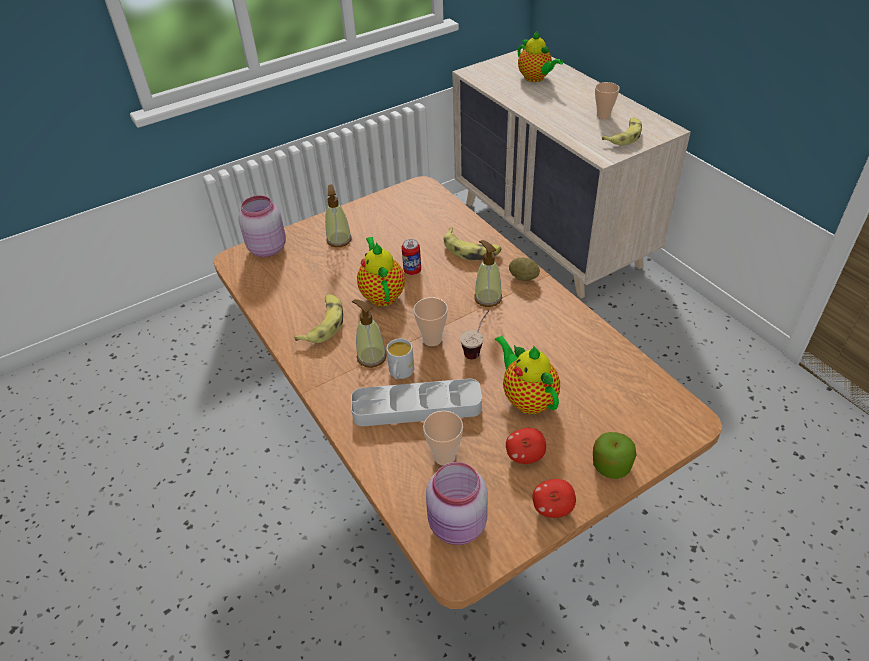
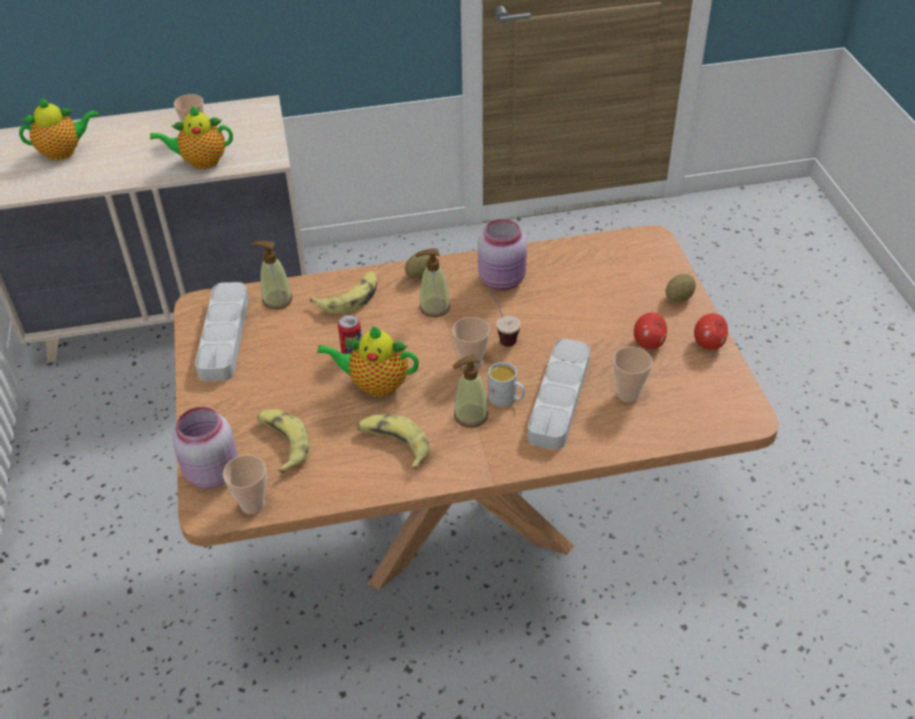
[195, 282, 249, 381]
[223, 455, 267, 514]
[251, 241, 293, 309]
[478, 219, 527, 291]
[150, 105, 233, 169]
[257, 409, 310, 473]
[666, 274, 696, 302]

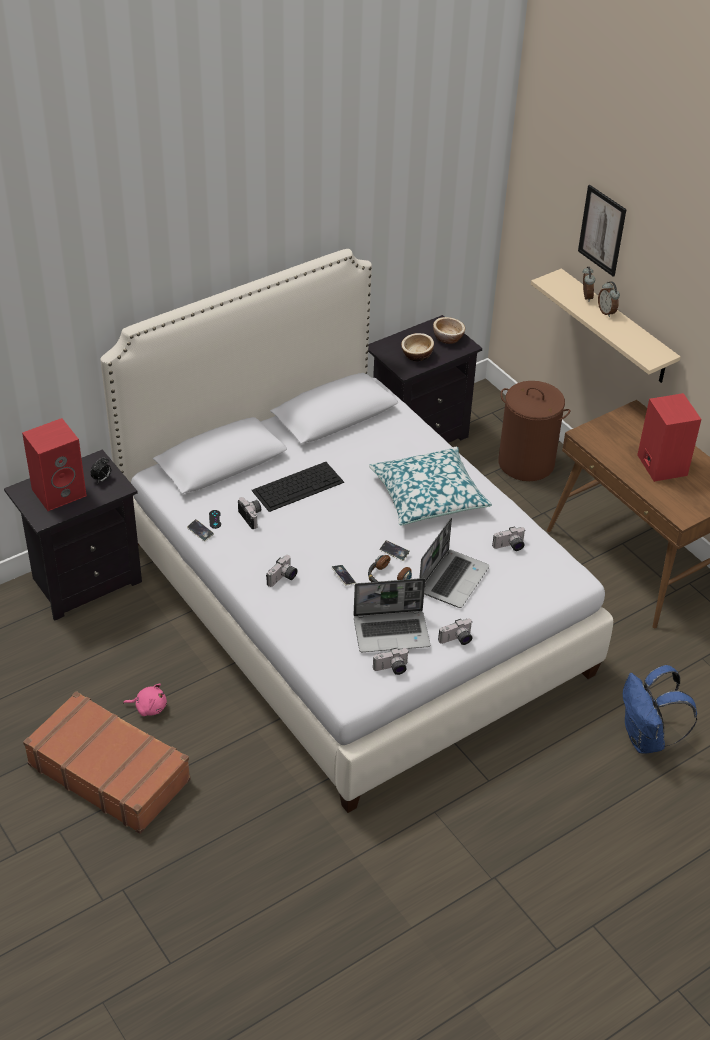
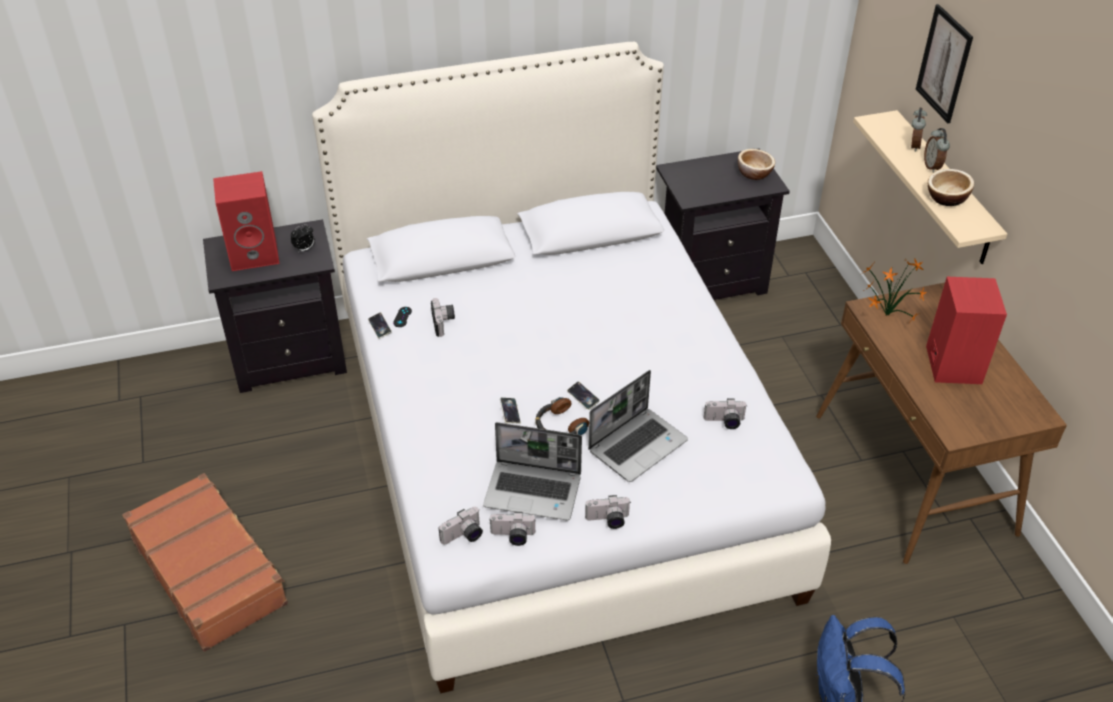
[123, 684, 167, 716] (first image)
[252, 462, 344, 512] (first image)
[369, 447, 492, 525] (first image)
[498, 381, 570, 481] (first image)
[863, 259, 927, 324]
[439, 507, 483, 545]
[928, 169, 974, 206]

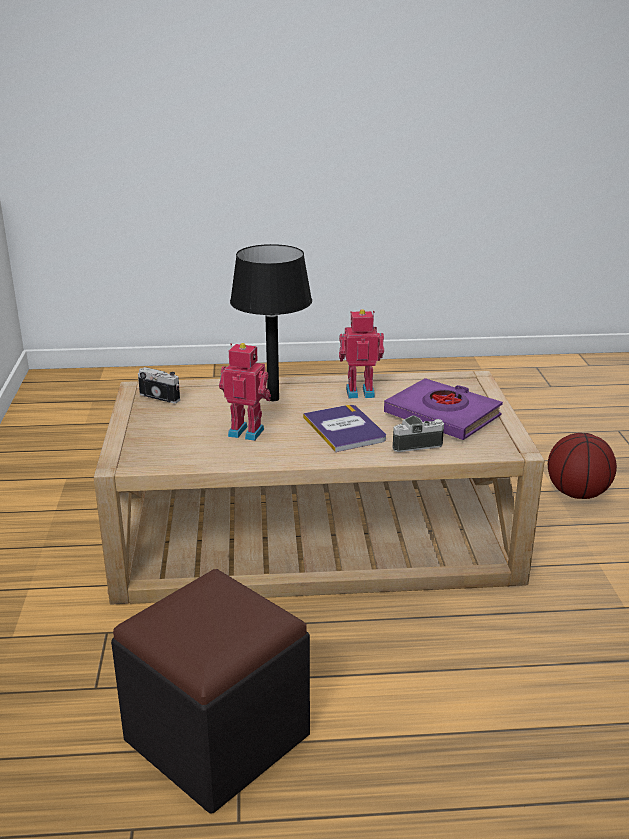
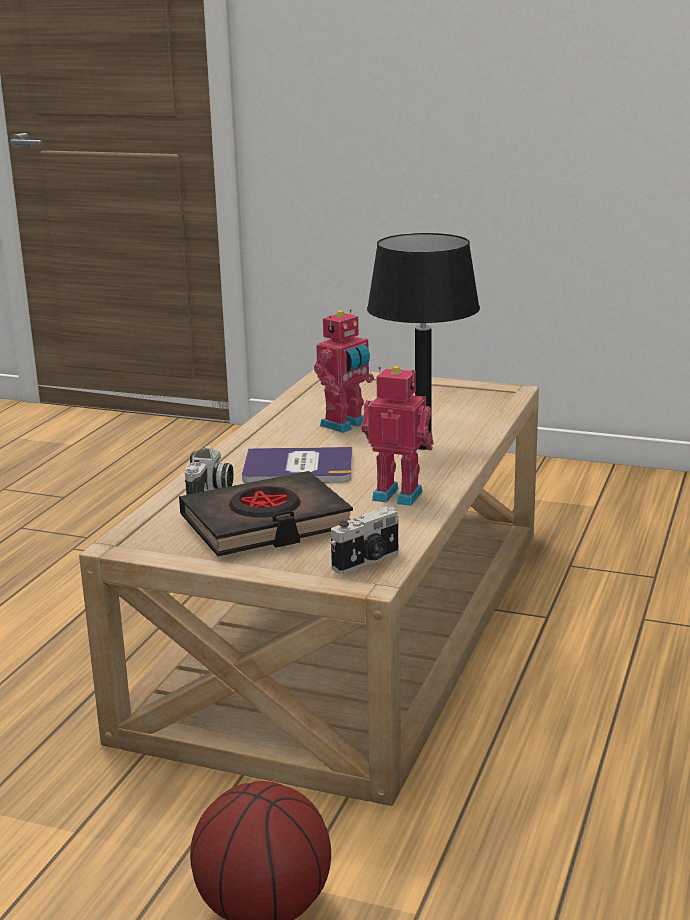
[111, 569, 310, 814] (first image)
[331, 507, 399, 574]
[179, 471, 353, 556]
[361, 366, 433, 506]

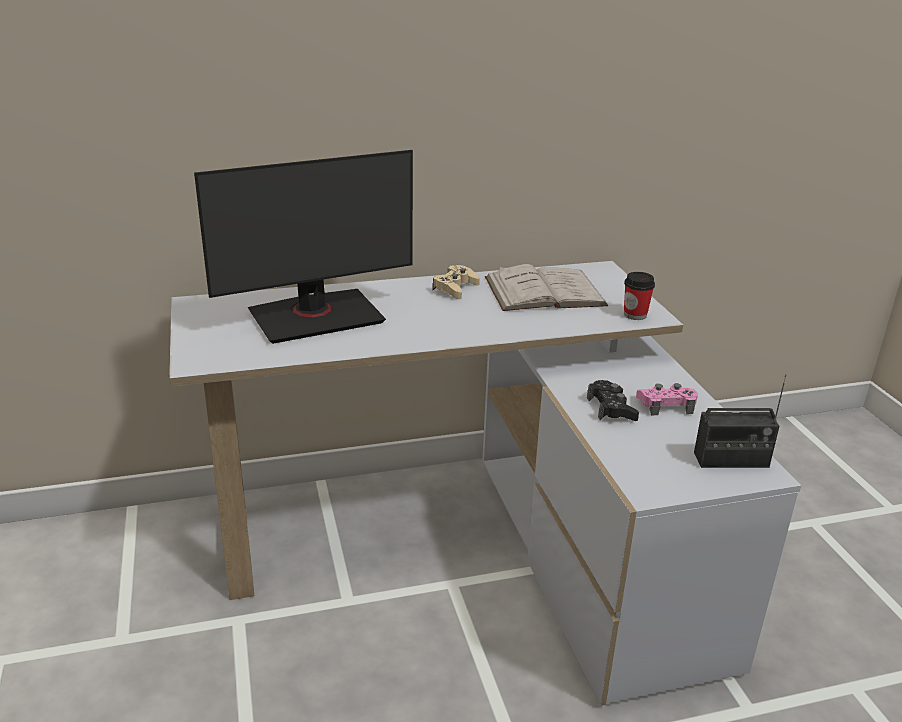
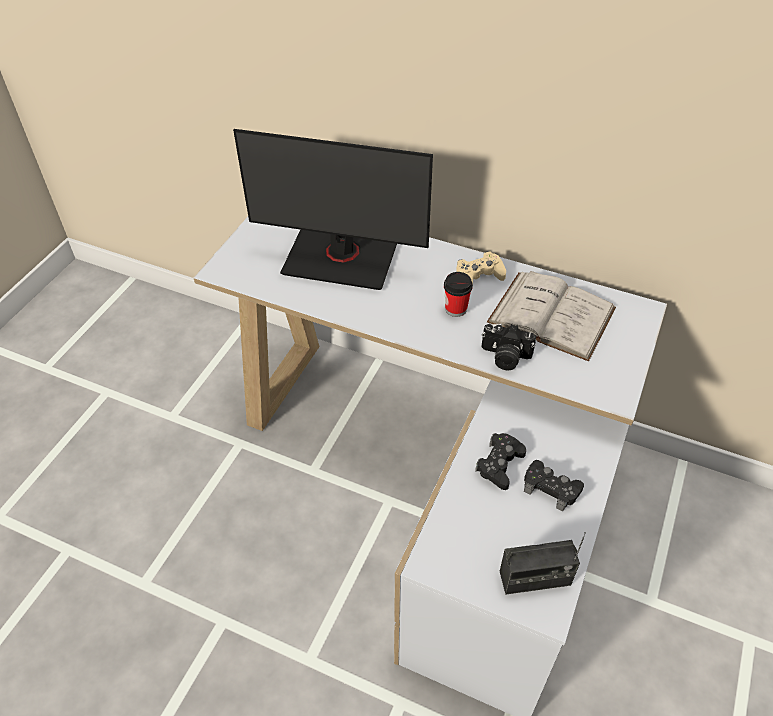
[482, 324, 536, 370]
[444, 272, 473, 317]
[524, 460, 584, 512]
[500, 532, 586, 594]

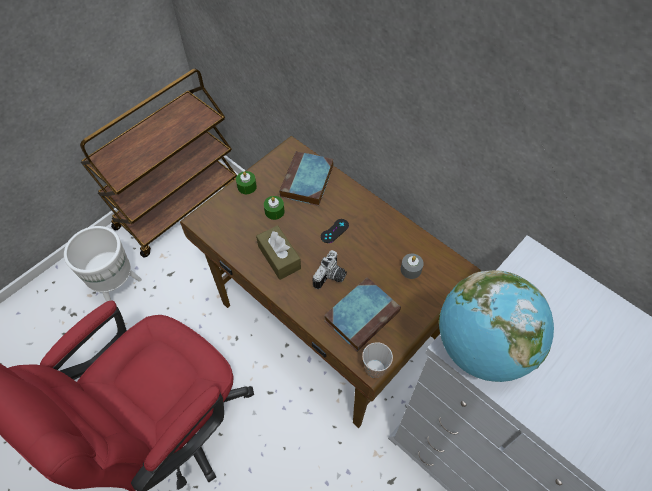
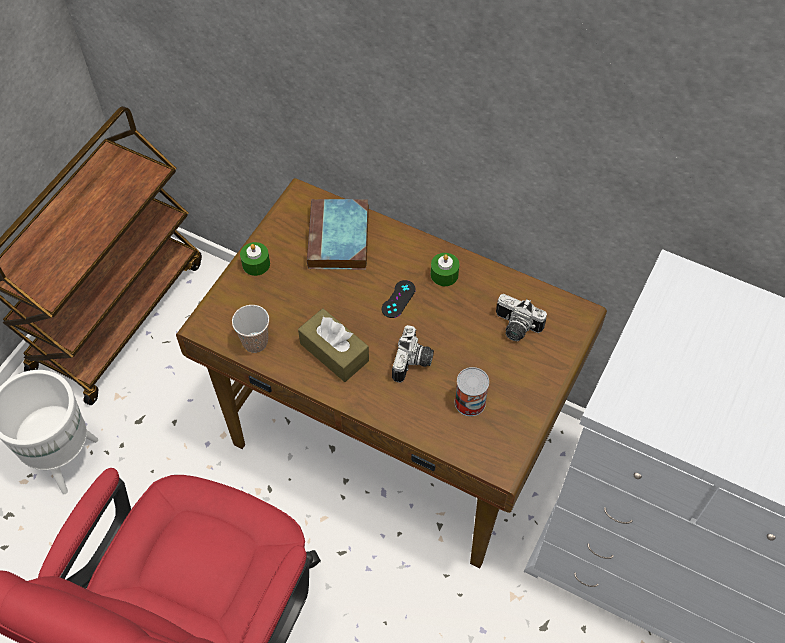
[439, 270, 554, 382] (first image)
[431, 253, 459, 286]
[232, 305, 269, 353]
[454, 367, 489, 416]
[496, 294, 547, 341]

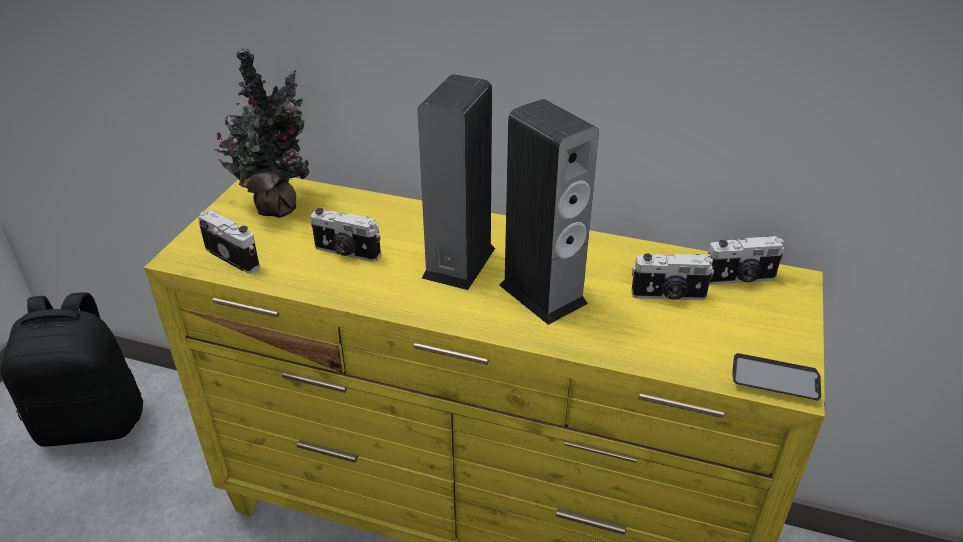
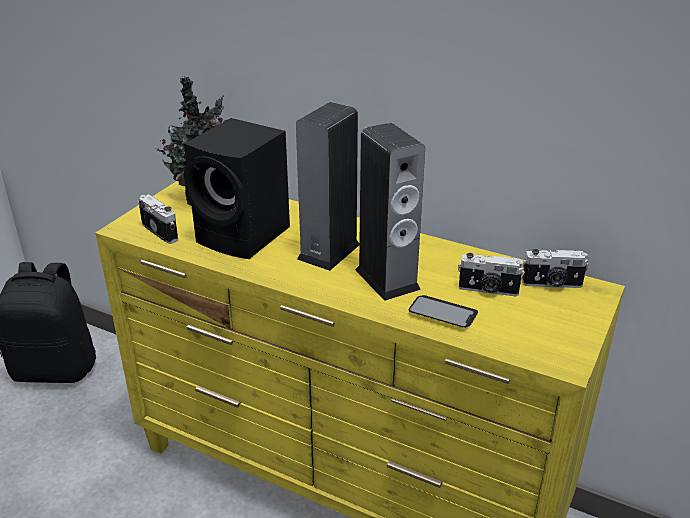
[408, 295, 478, 328]
[184, 118, 290, 259]

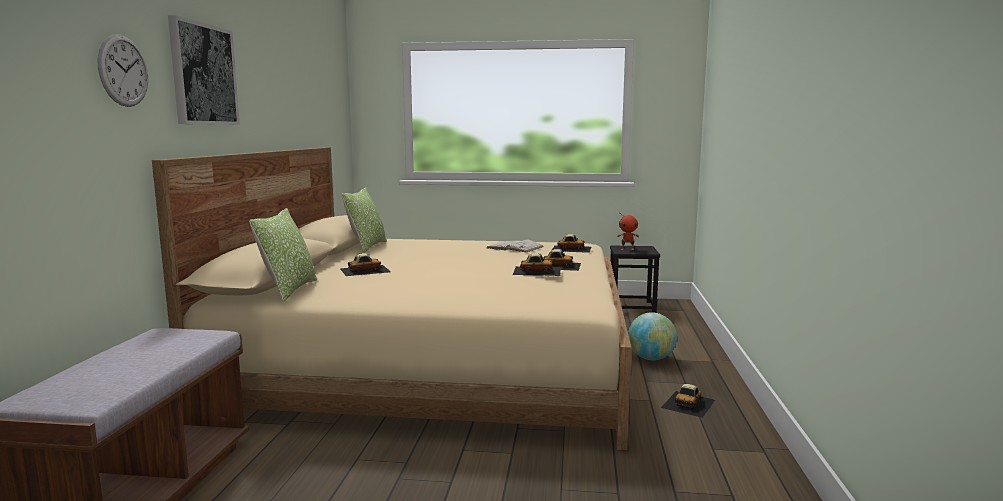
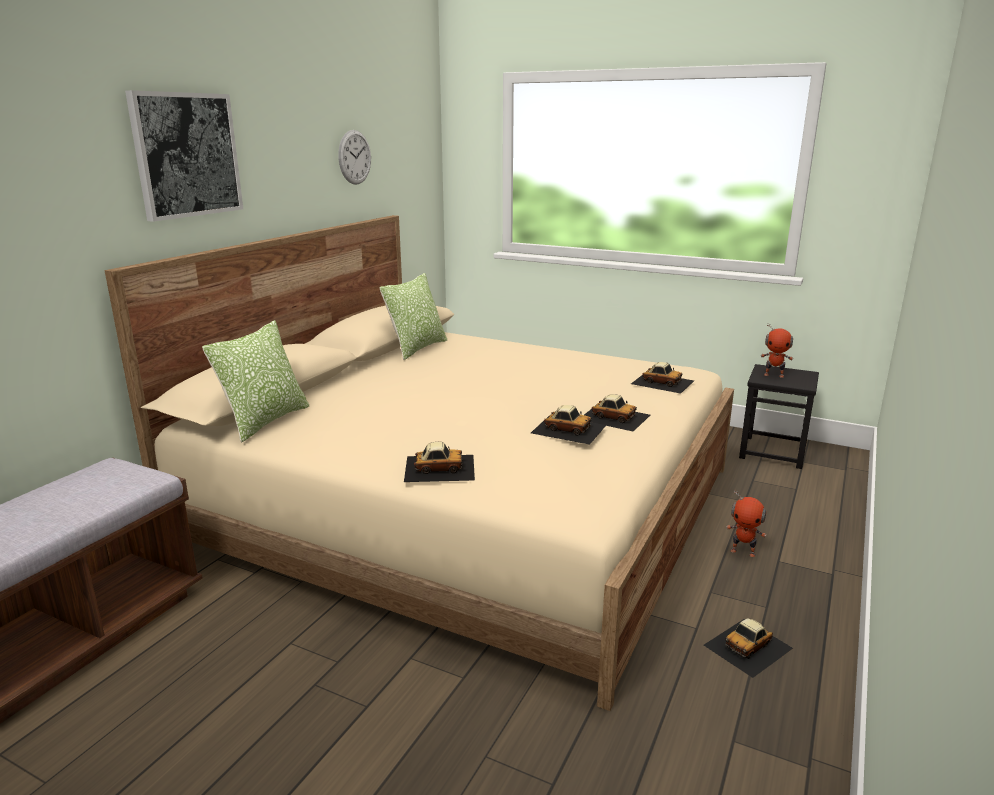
[487, 240, 544, 253] (first image)
[338, 130, 371, 185]
[404, 442, 475, 482]
[726, 489, 766, 557]

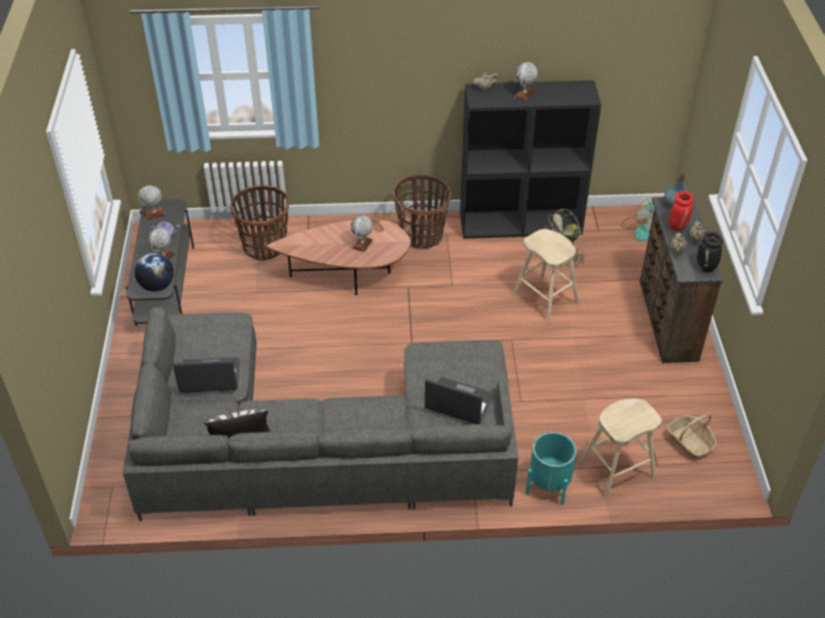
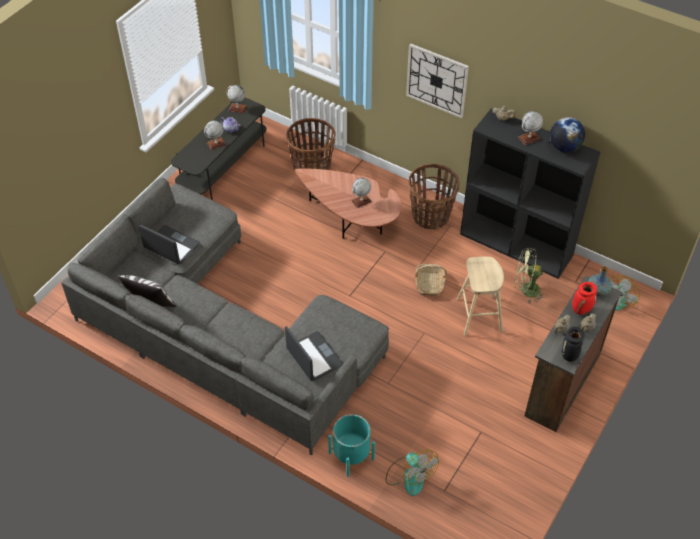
[406, 43, 469, 118]
[550, 117, 585, 153]
[415, 264, 447, 296]
[386, 449, 439, 496]

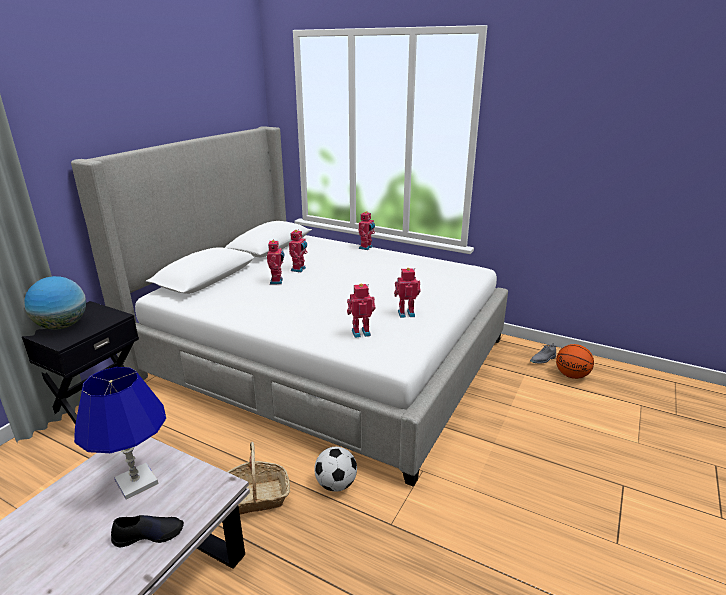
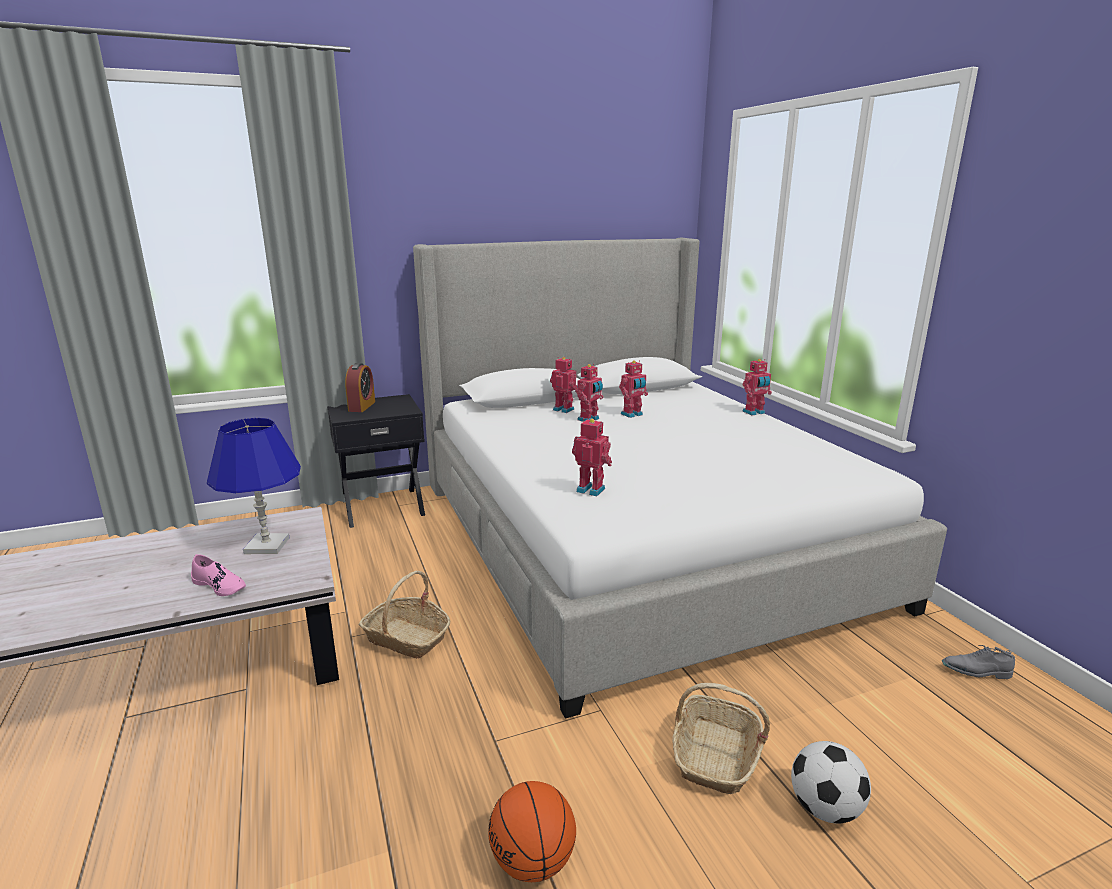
[672, 683, 770, 794]
[791, 741, 871, 823]
[550, 357, 577, 413]
[488, 781, 576, 882]
[345, 363, 375, 412]
[191, 554, 246, 596]

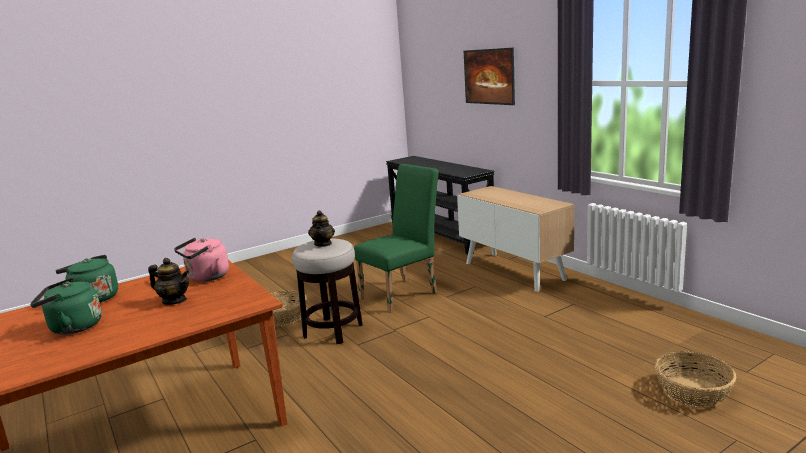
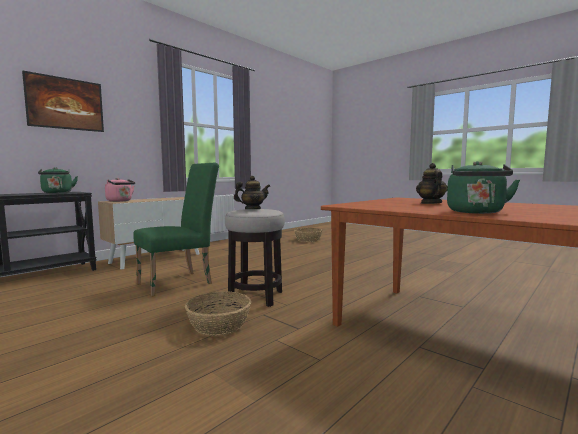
[38, 167, 78, 193]
[105, 178, 135, 202]
[133, 163, 219, 297]

